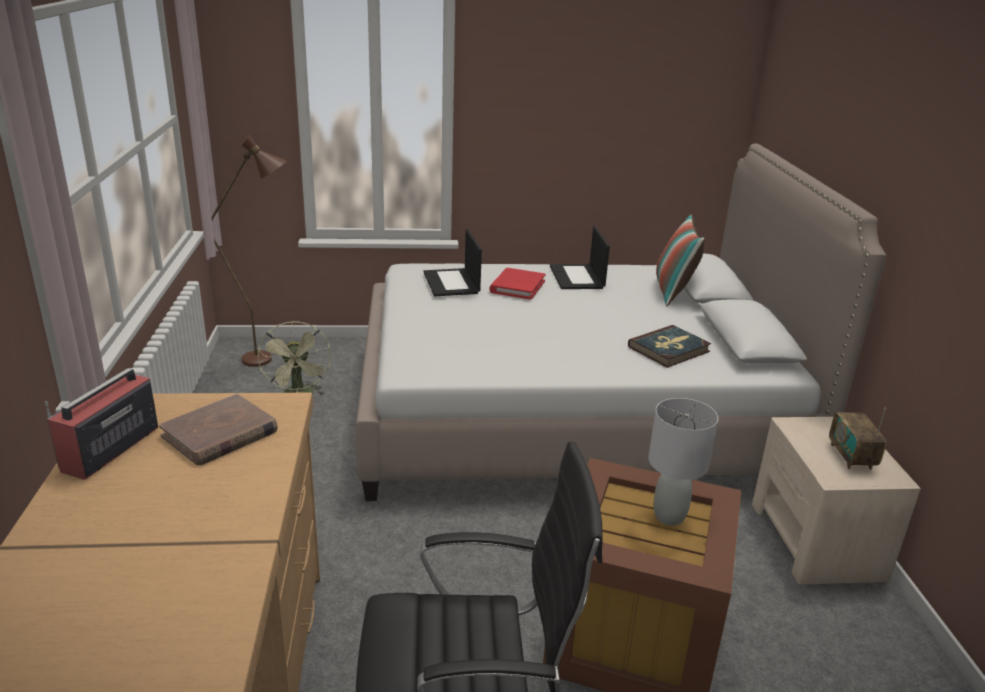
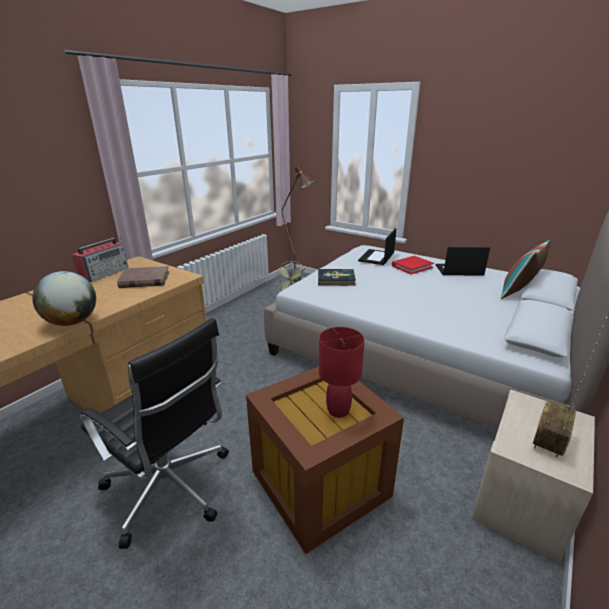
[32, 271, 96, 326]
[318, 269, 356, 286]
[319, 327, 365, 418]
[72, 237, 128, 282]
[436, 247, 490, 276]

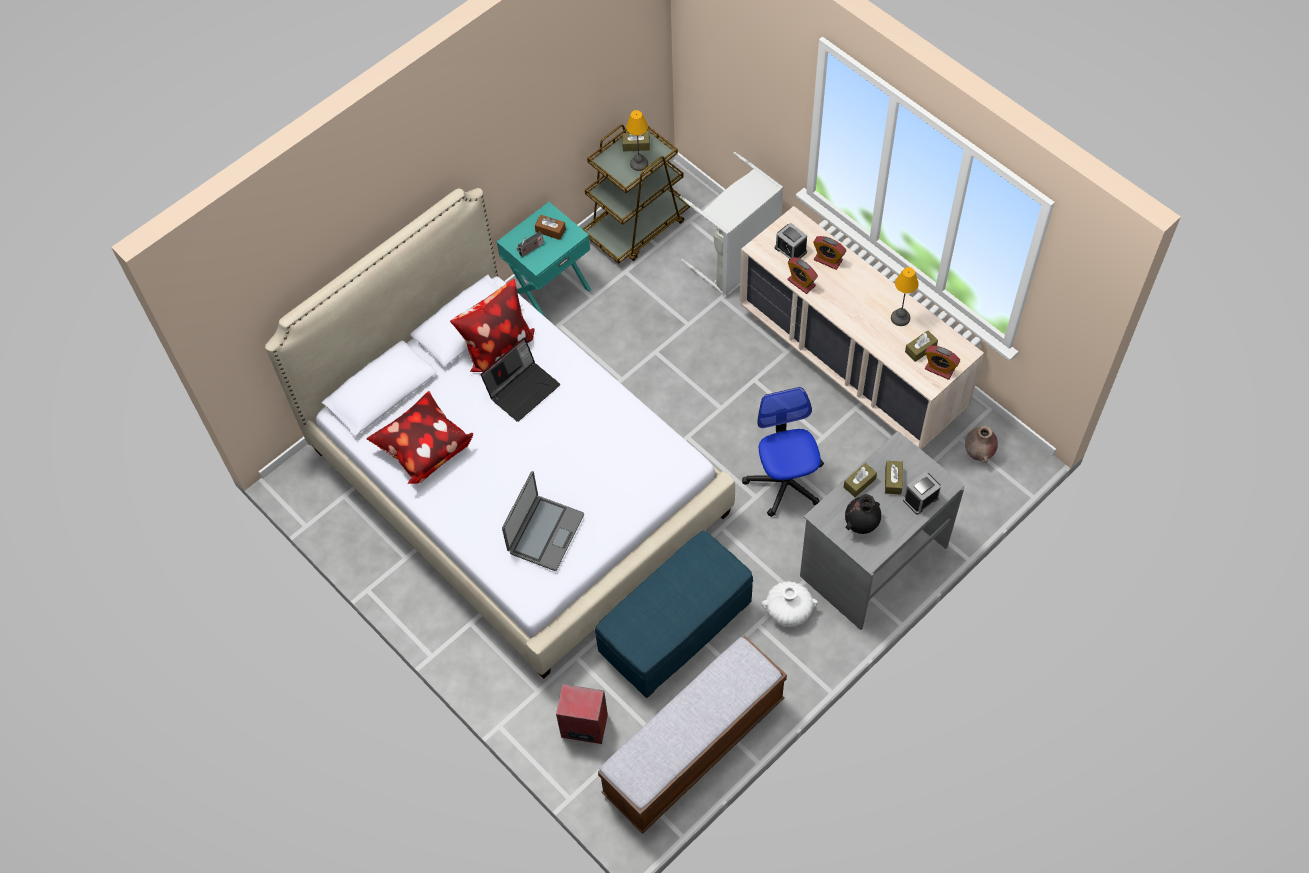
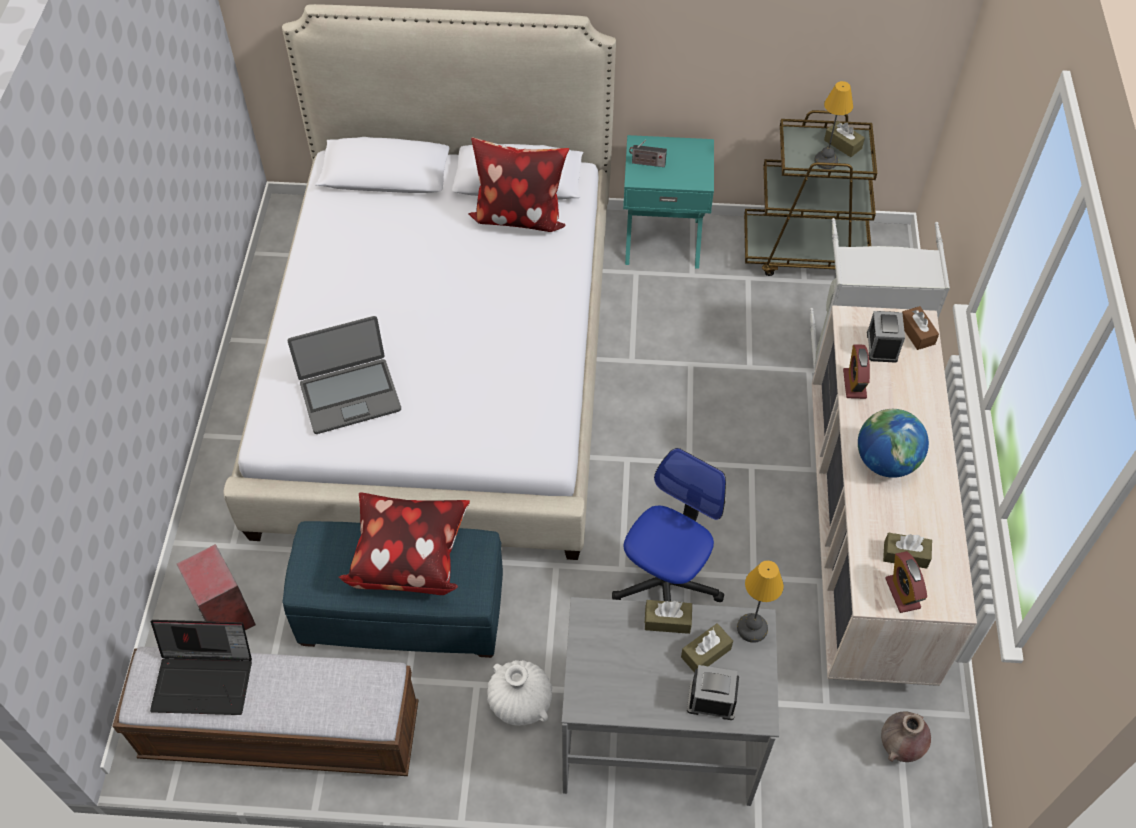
[813, 236, 846, 270] (first image)
[845, 494, 881, 534] (first image)
[858, 409, 929, 478]
[339, 492, 470, 595]
[150, 620, 252, 715]
[902, 306, 939, 350]
[737, 560, 784, 643]

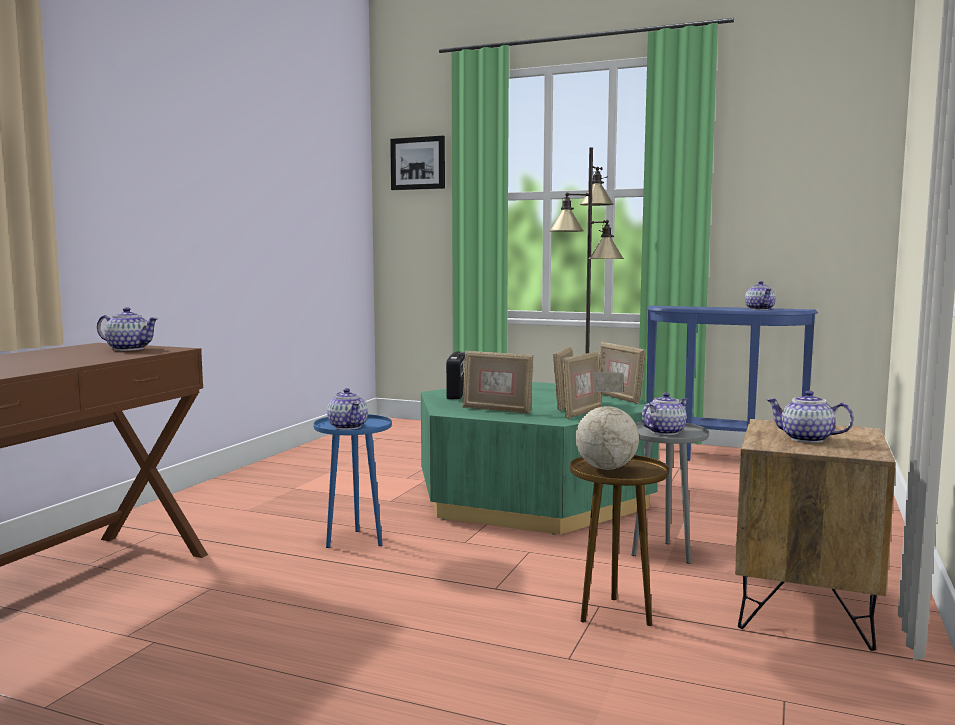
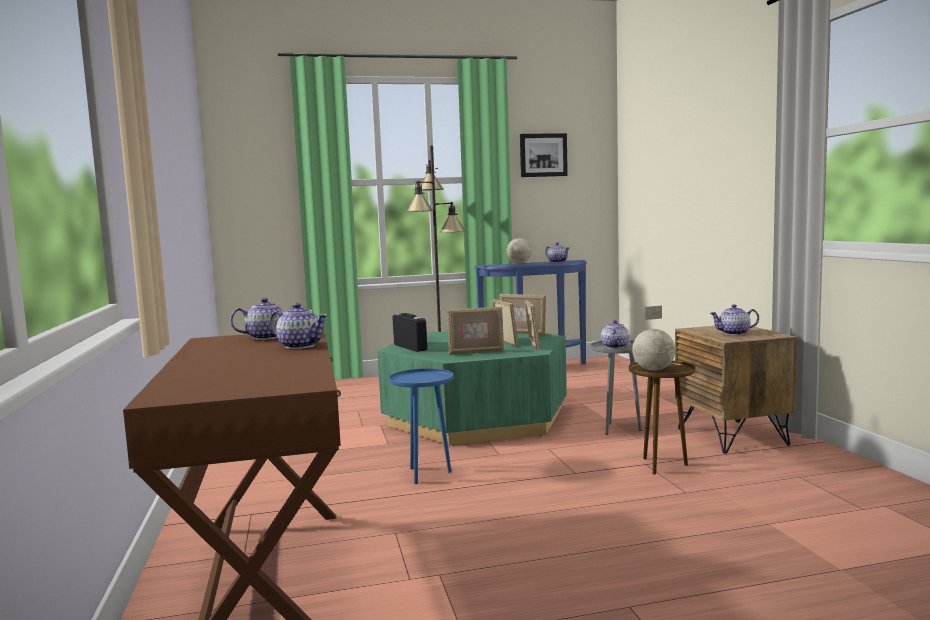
[506, 225, 532, 264]
[270, 303, 328, 349]
[520, 133, 568, 177]

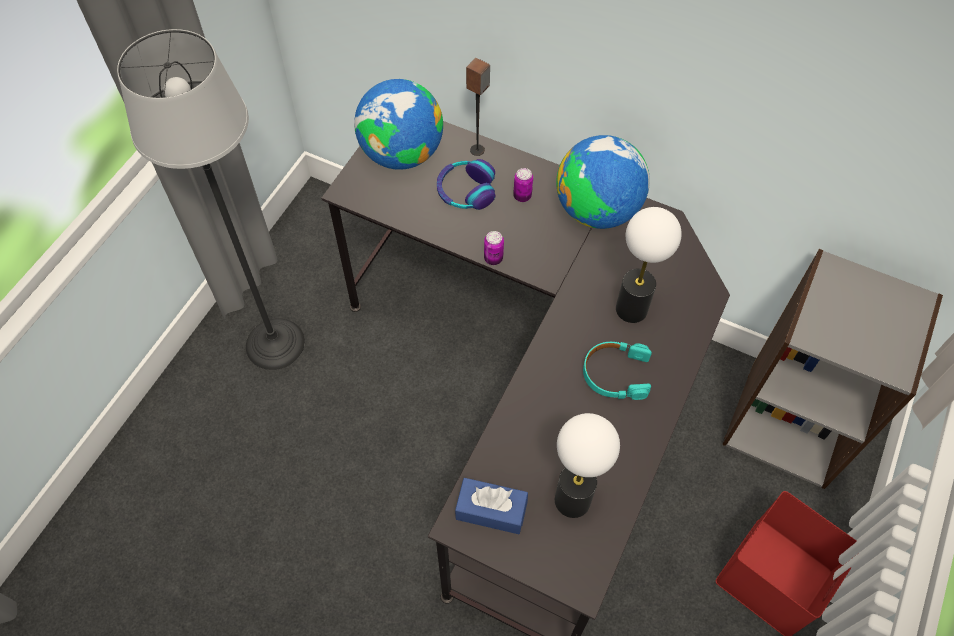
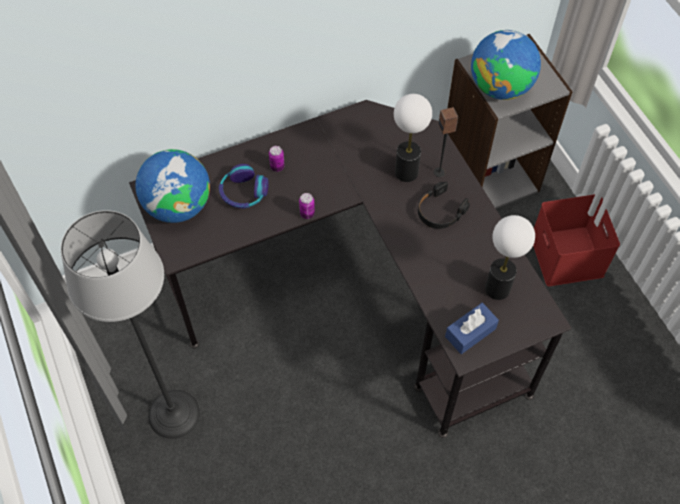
[434, 107, 458, 177]
[471, 30, 541, 100]
[418, 182, 470, 229]

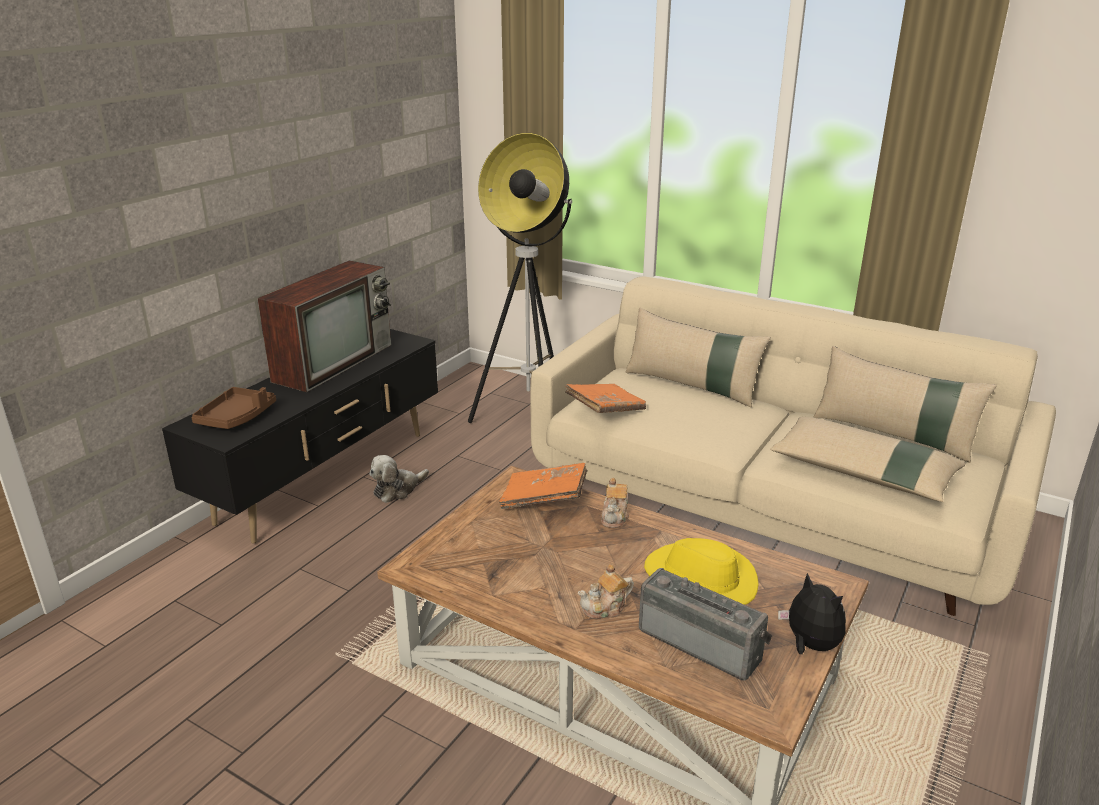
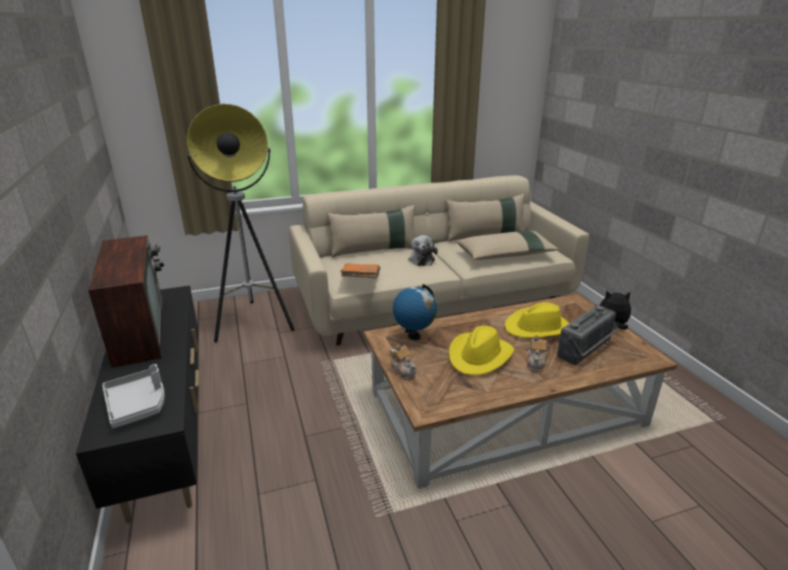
[449, 326, 514, 375]
[408, 235, 438, 266]
[390, 344, 416, 380]
[393, 284, 437, 340]
[102, 364, 165, 428]
[557, 305, 619, 365]

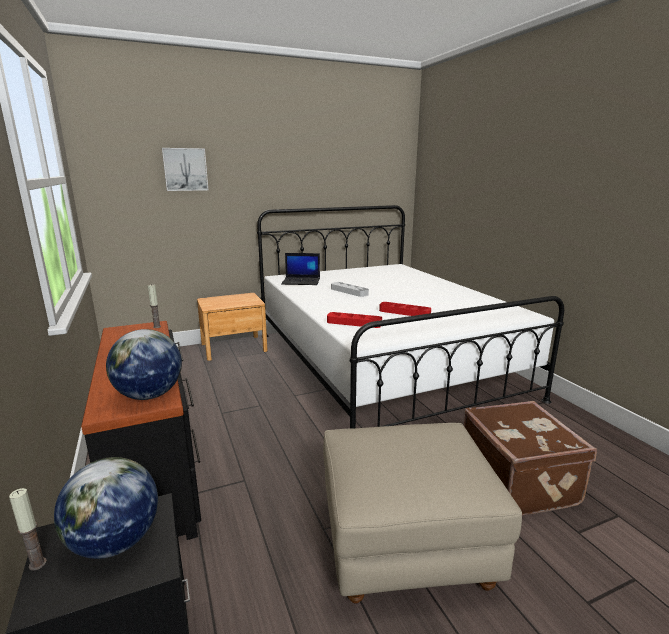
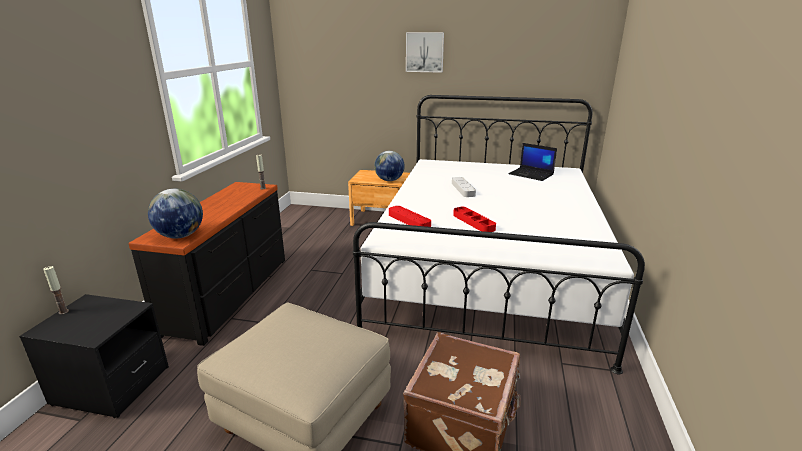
[374, 151, 405, 181]
[406, 32, 444, 73]
[508, 143, 557, 181]

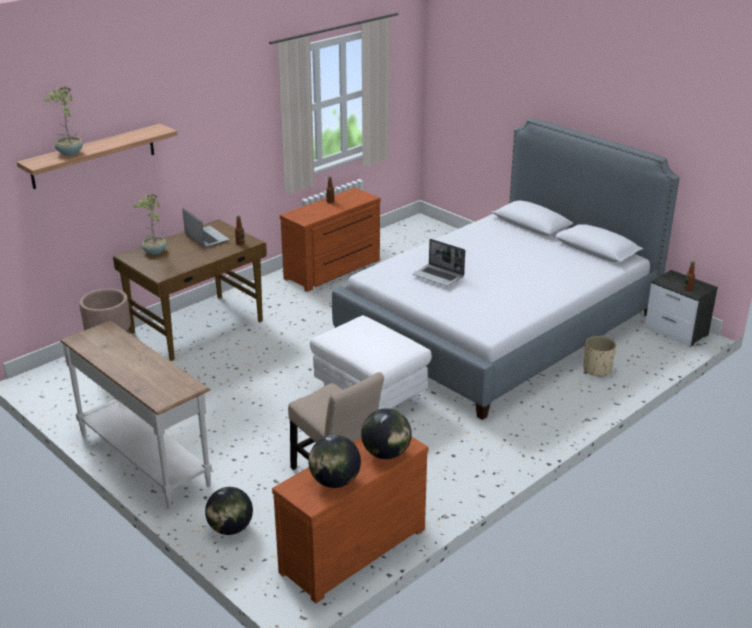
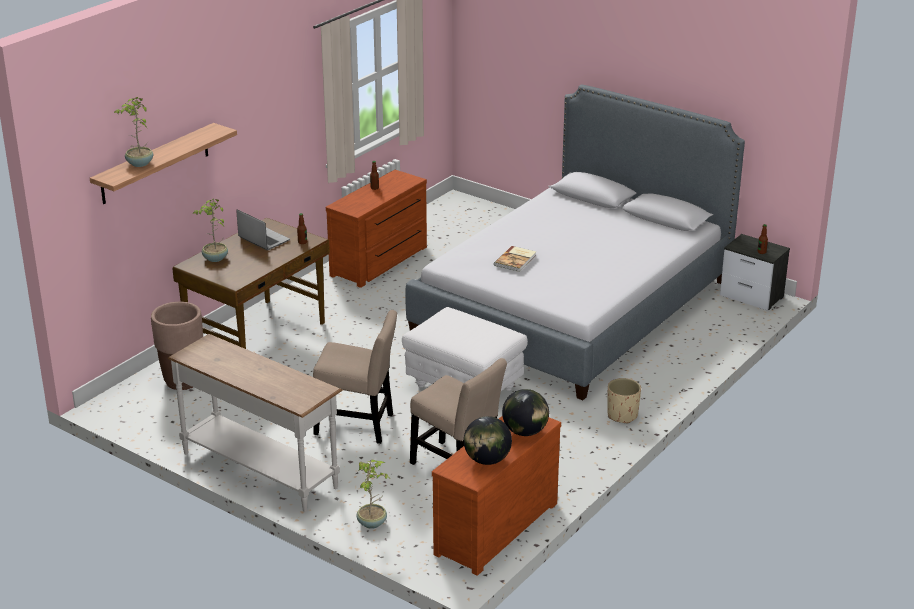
[313, 310, 397, 444]
[607, 378, 641, 423]
[357, 460, 390, 529]
[494, 246, 536, 272]

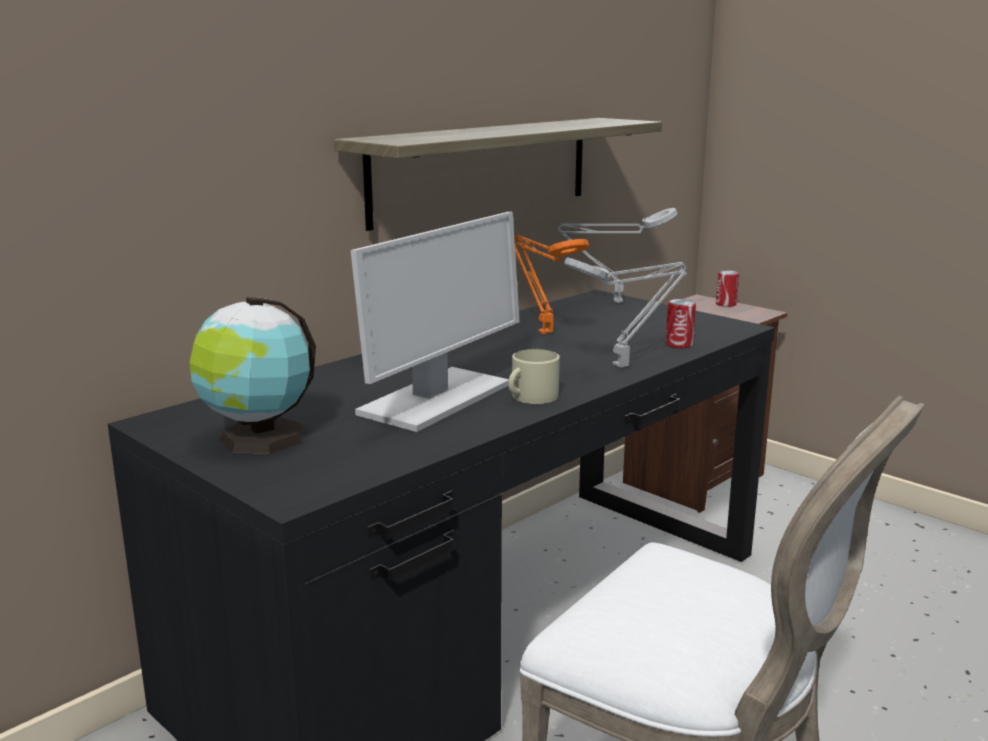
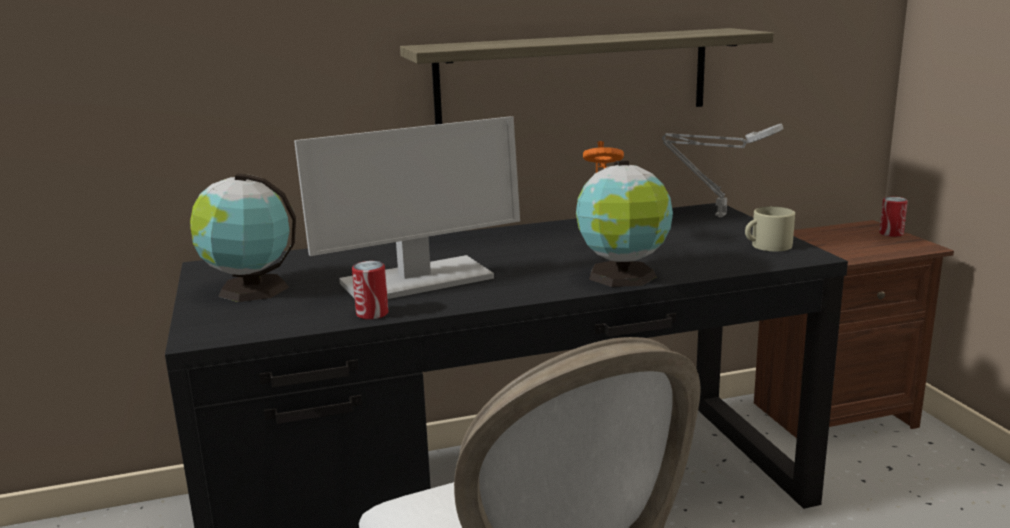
[745, 206, 795, 251]
[352, 261, 388, 320]
[576, 160, 673, 287]

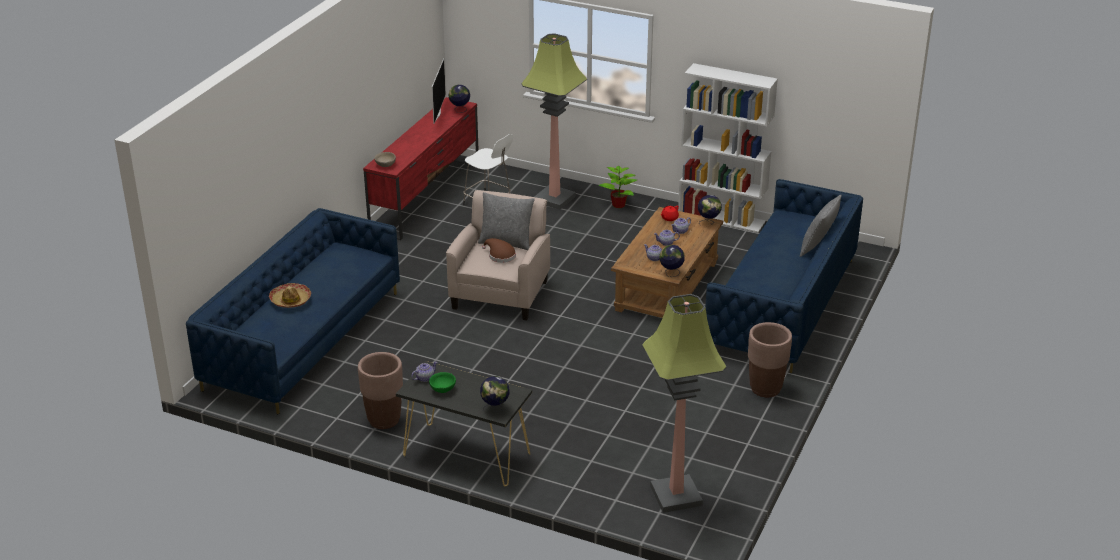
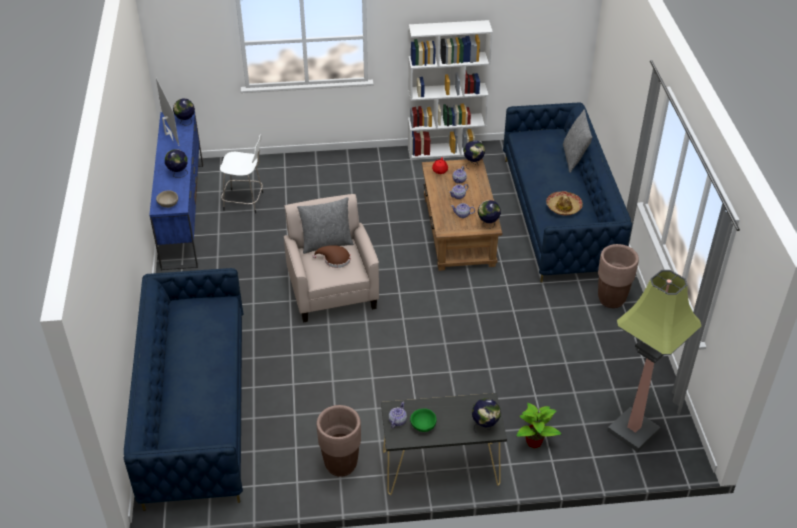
[522, 33, 587, 210] (first image)
[165, 149, 188, 178]
[546, 191, 583, 216]
[516, 403, 561, 449]
[149, 111, 203, 270]

